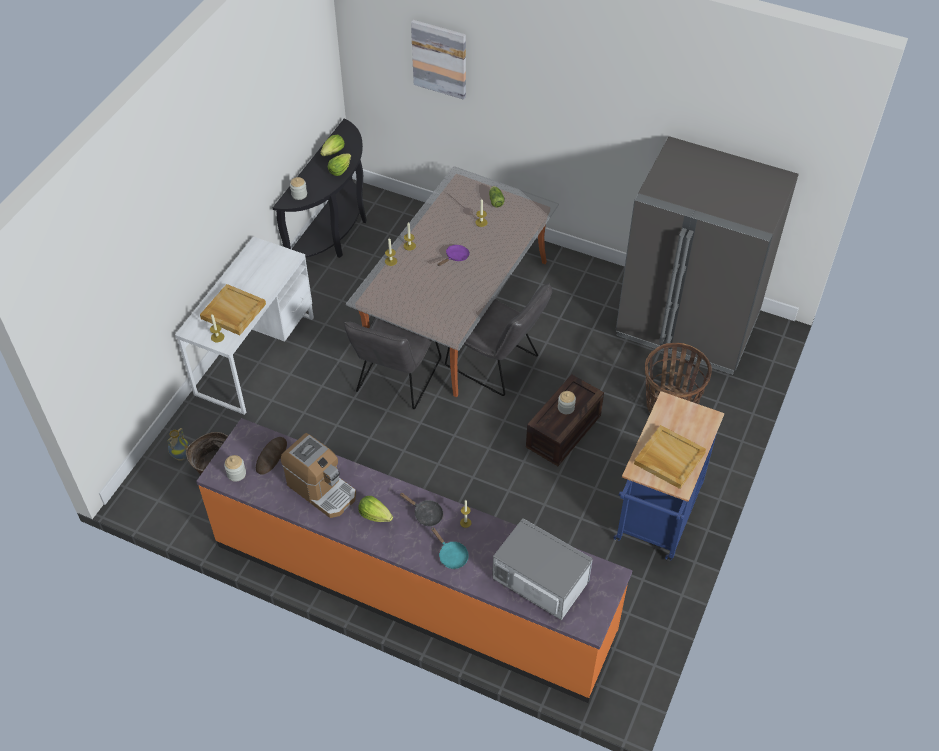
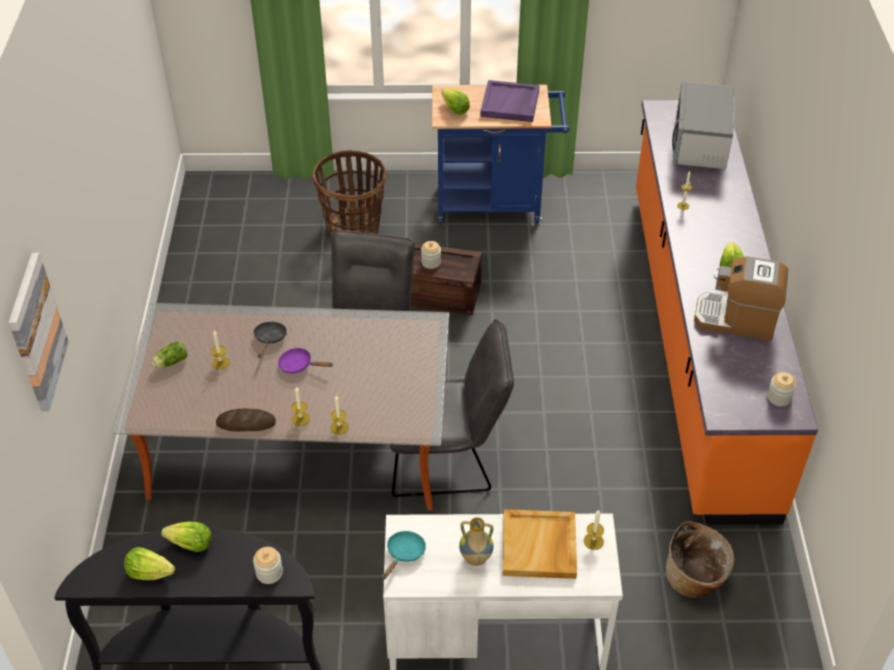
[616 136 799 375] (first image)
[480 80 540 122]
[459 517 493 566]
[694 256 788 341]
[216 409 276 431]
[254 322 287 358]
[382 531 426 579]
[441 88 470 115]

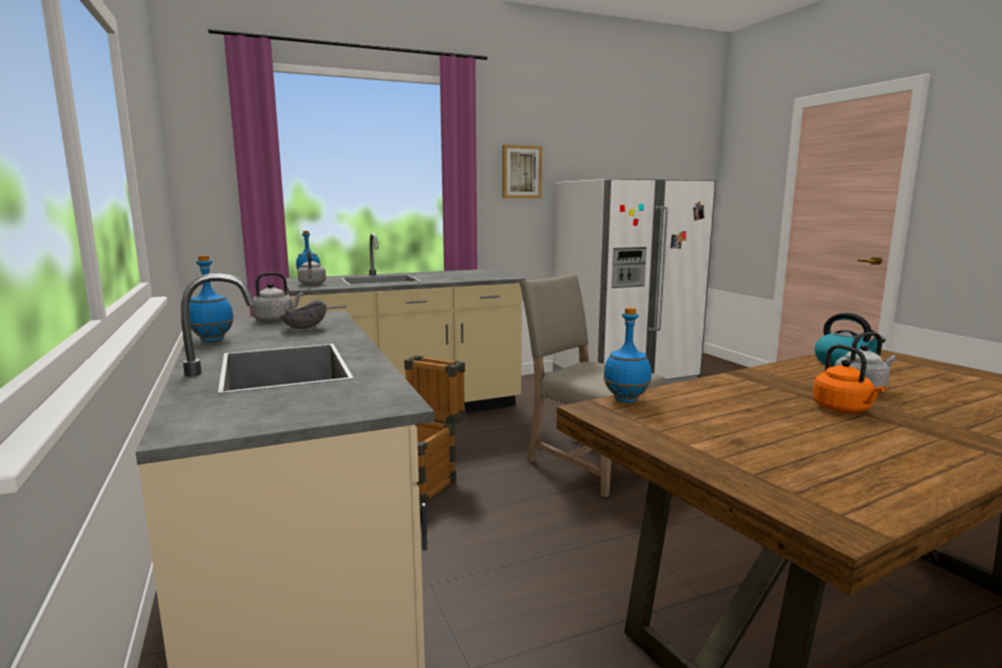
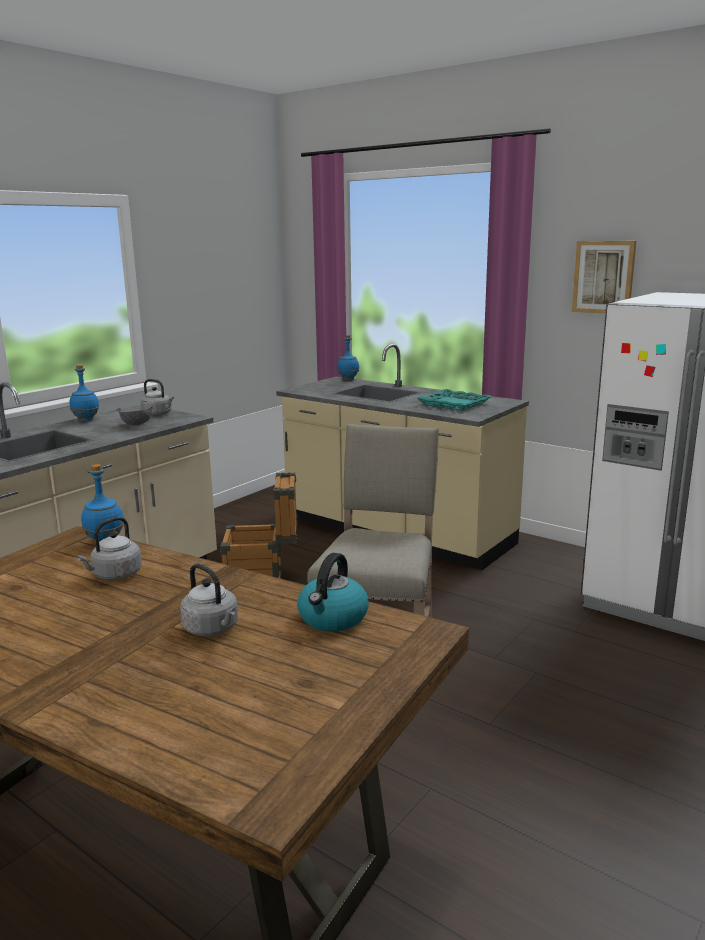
[76 517 142 580]
[813 344 885 413] (first image)
[417 389 492 411]

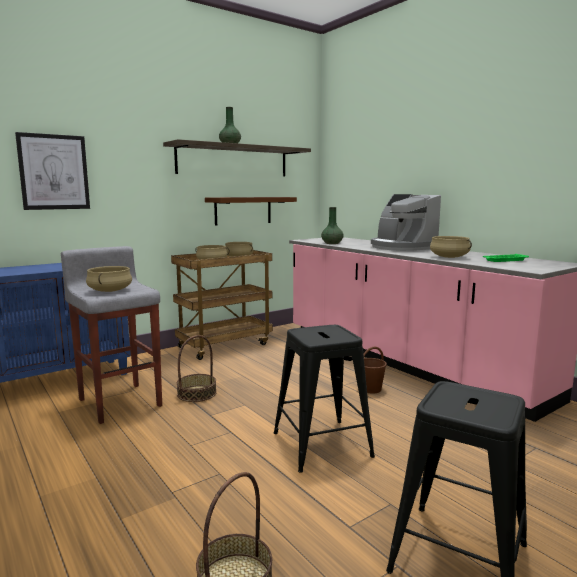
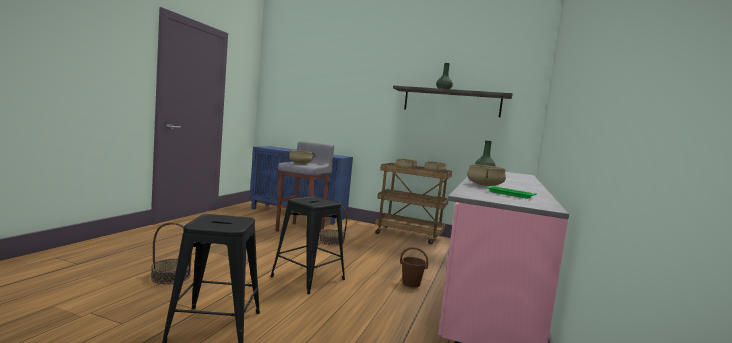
[15 132 90 210] (first image)
[371 194 441 251] (first image)
[205 197 297 226] (first image)

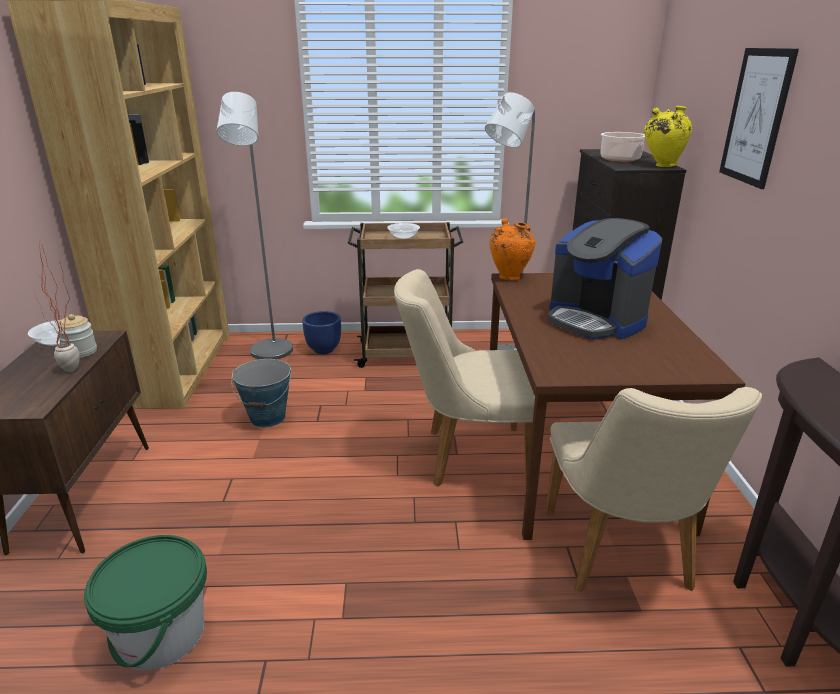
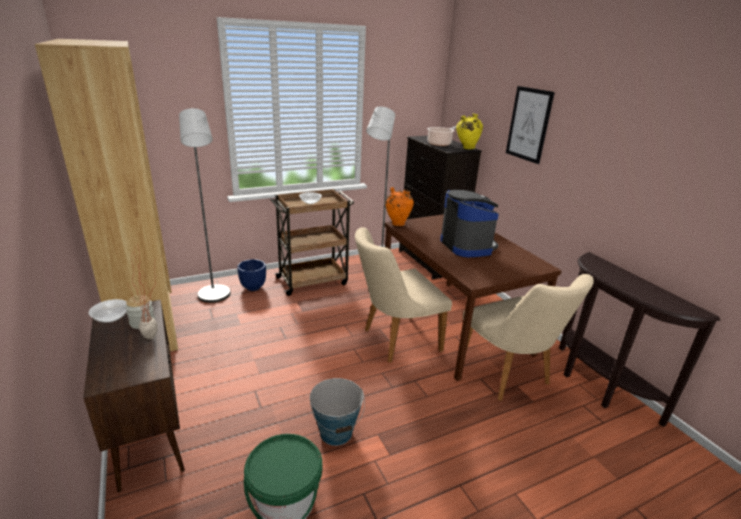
[440 190 499 257]
[310 378 365 446]

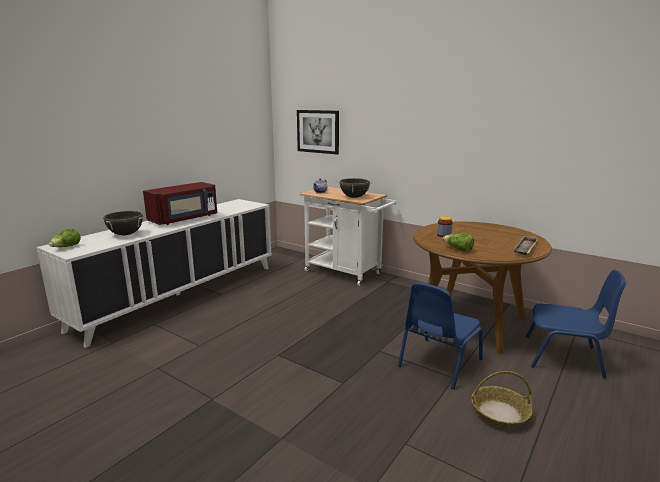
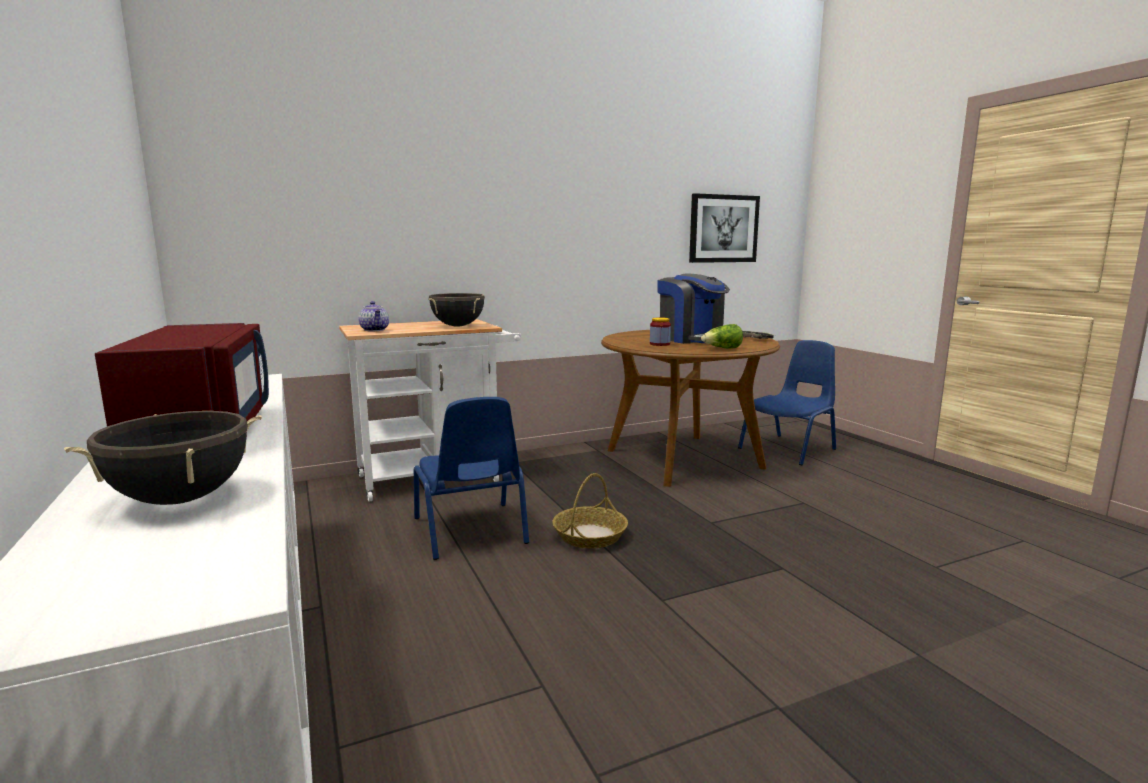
[689 193 760 263]
[49 228 81 247] (first image)
[414 397 529 560]
[552 473 628 549]
[657 274 730 344]

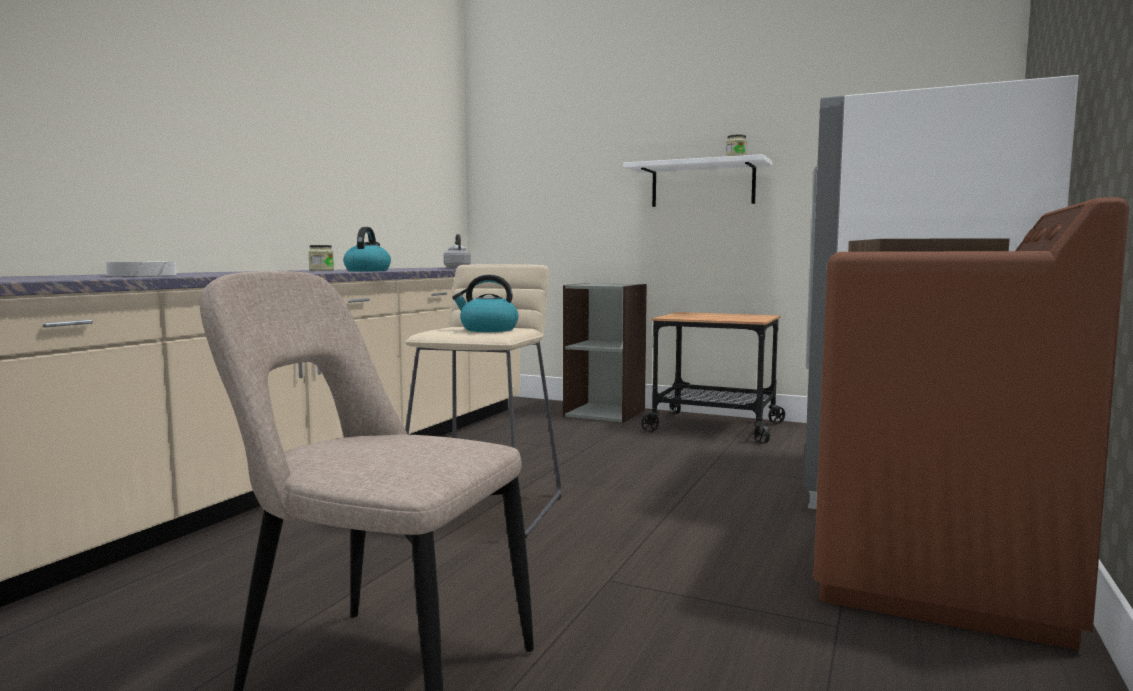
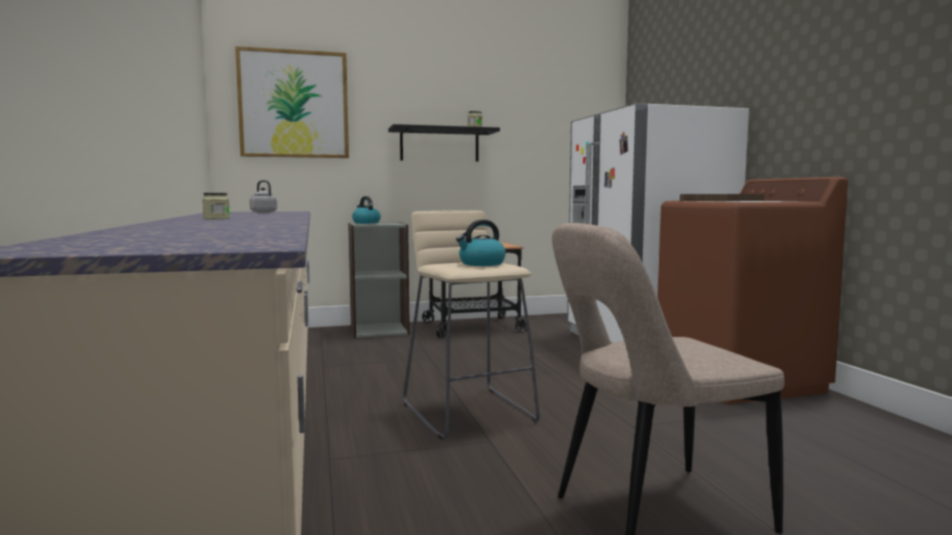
[388 124 500 162]
[352 196 381 224]
[105 261 179 277] (first image)
[235 46 349 158]

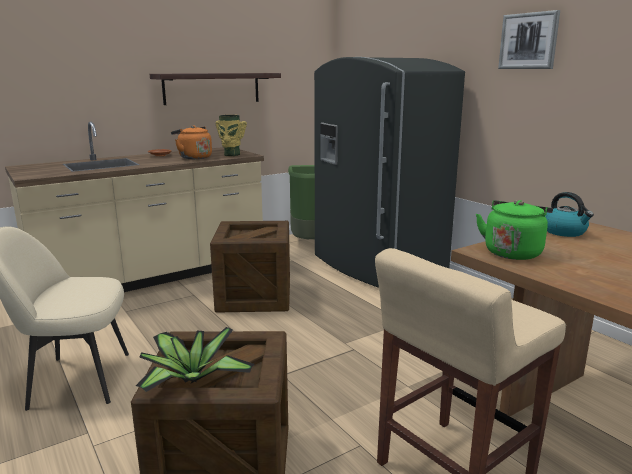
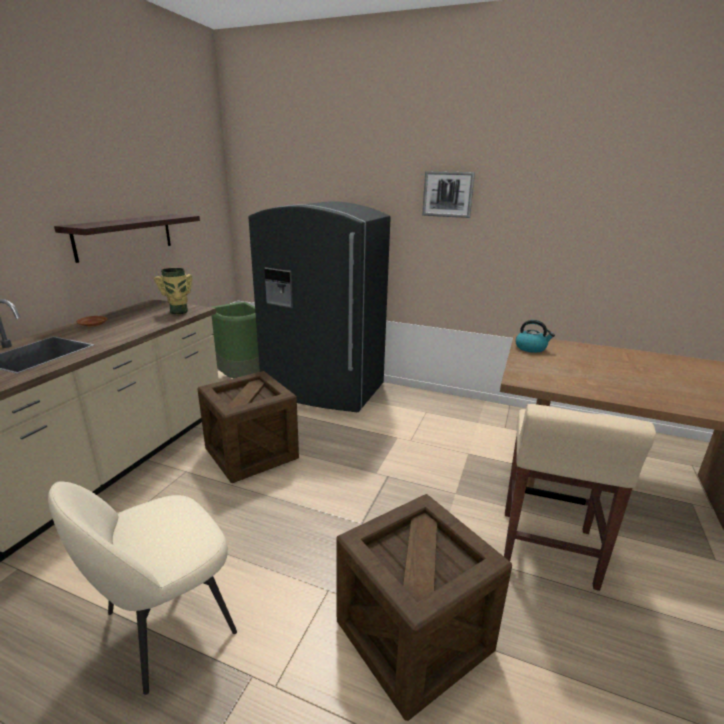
[171 125 212 159] (first image)
[476 200 553 260] (first image)
[136 327 255 392] (first image)

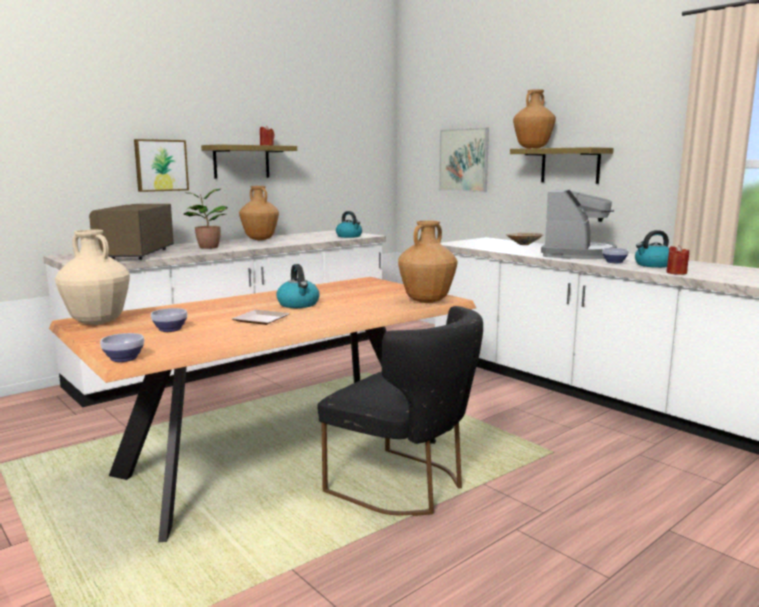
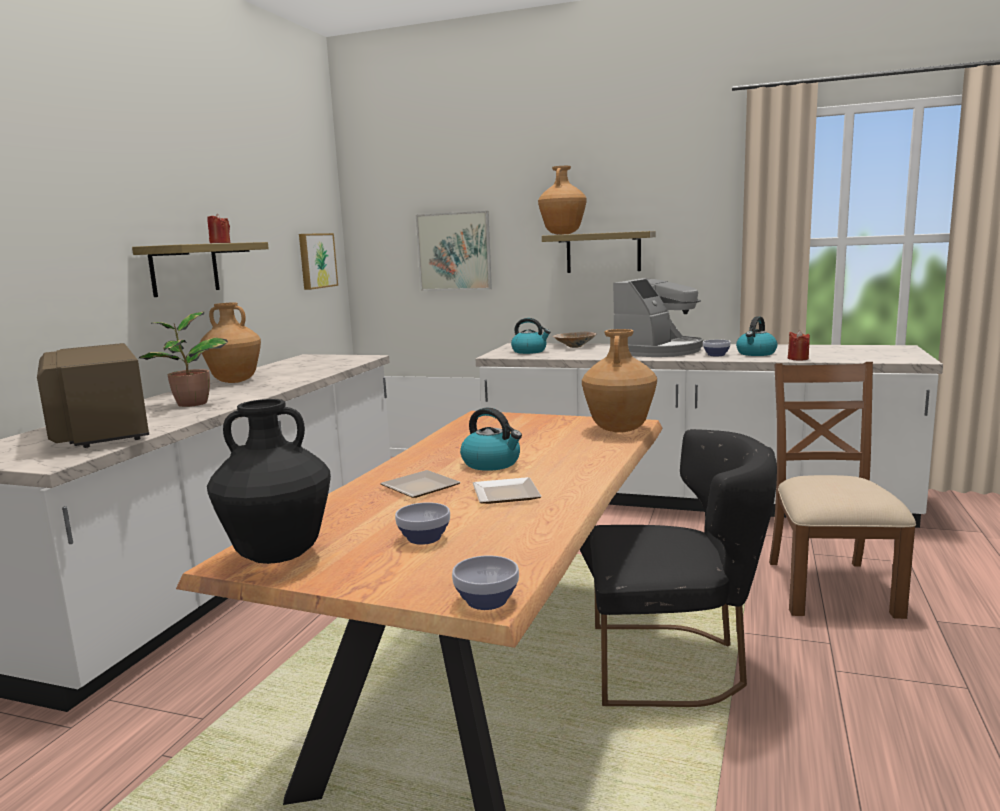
[299 233 338 290]
[613 278 703 357]
[511 318 551 354]
[207 399 331 564]
[769 362 916 619]
[380 470 461 498]

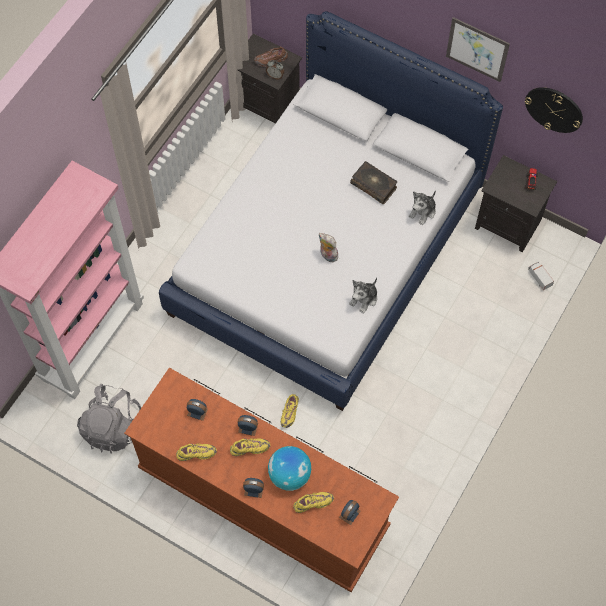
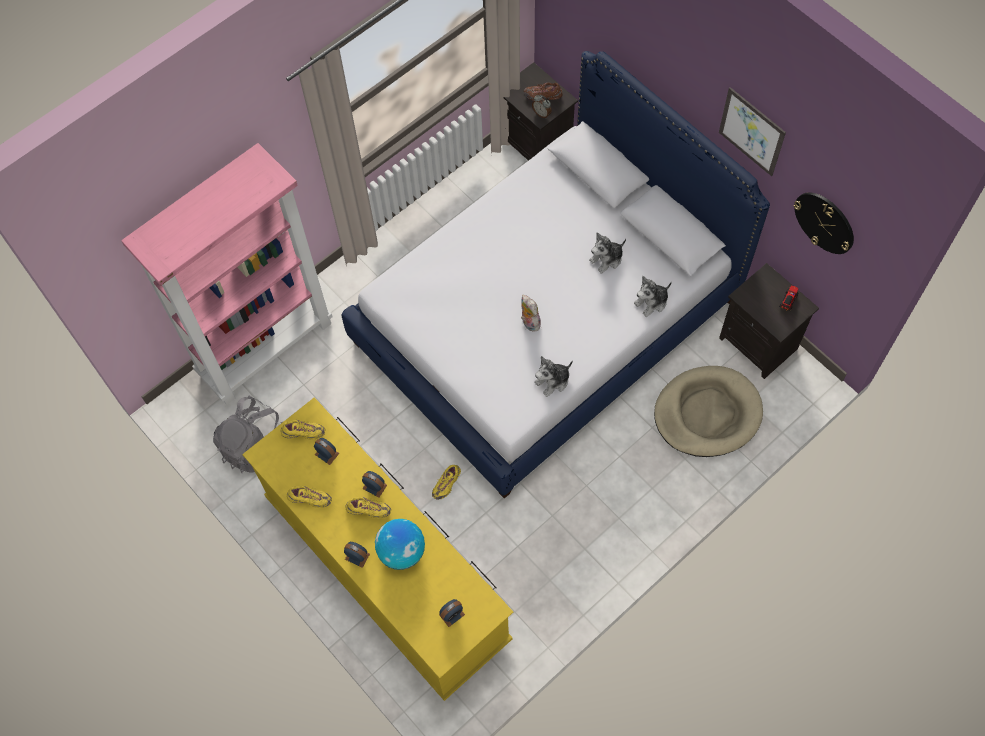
[589 232 626 274]
[528 262 554 290] (first image)
[242 398 513 701]
[281 420 325 440]
[654 366 763 457]

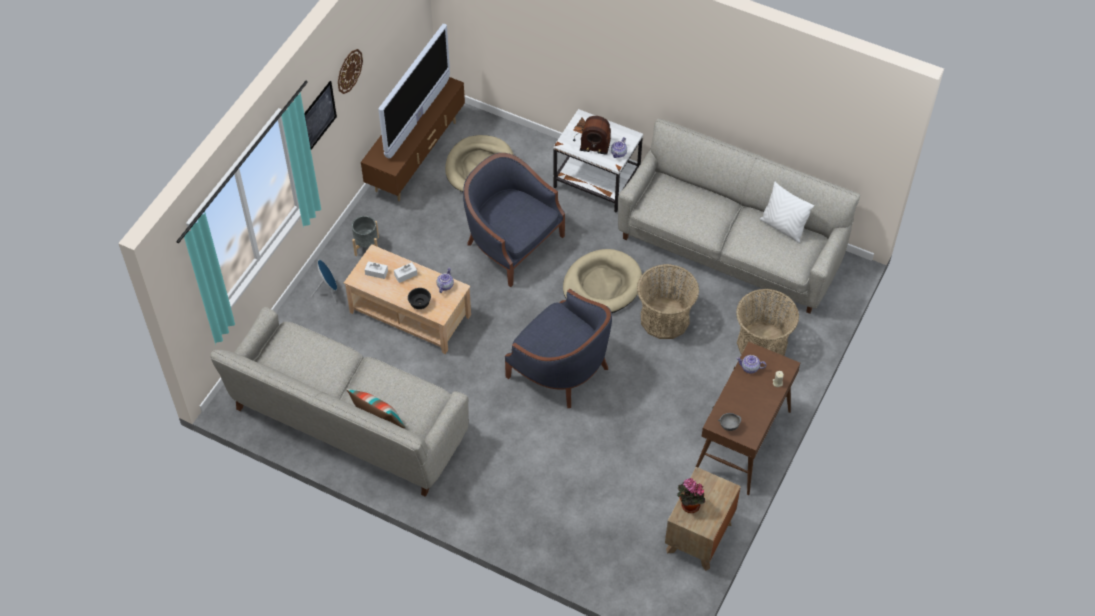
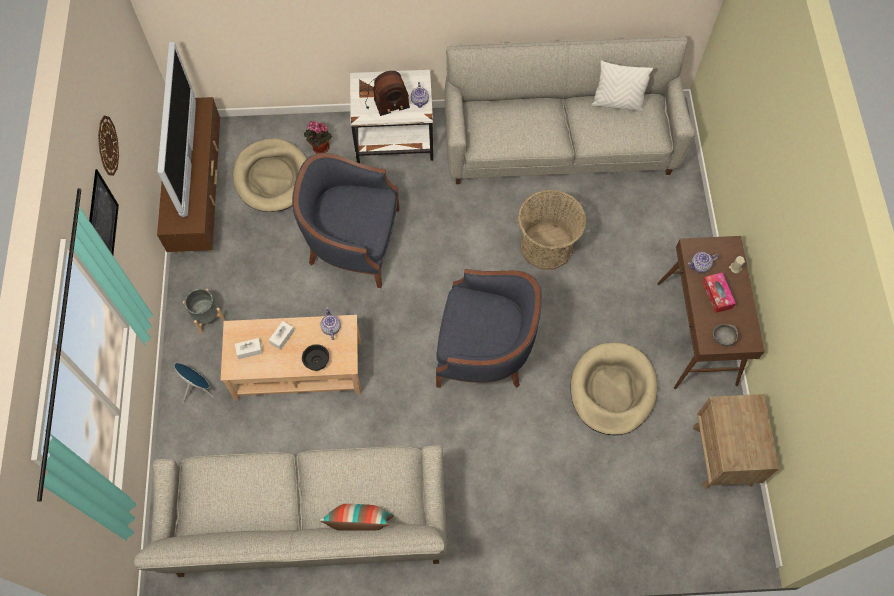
[570 343 657 435]
[736 289 799 356] (first image)
[304 121 332 154]
[702 273 736 313]

